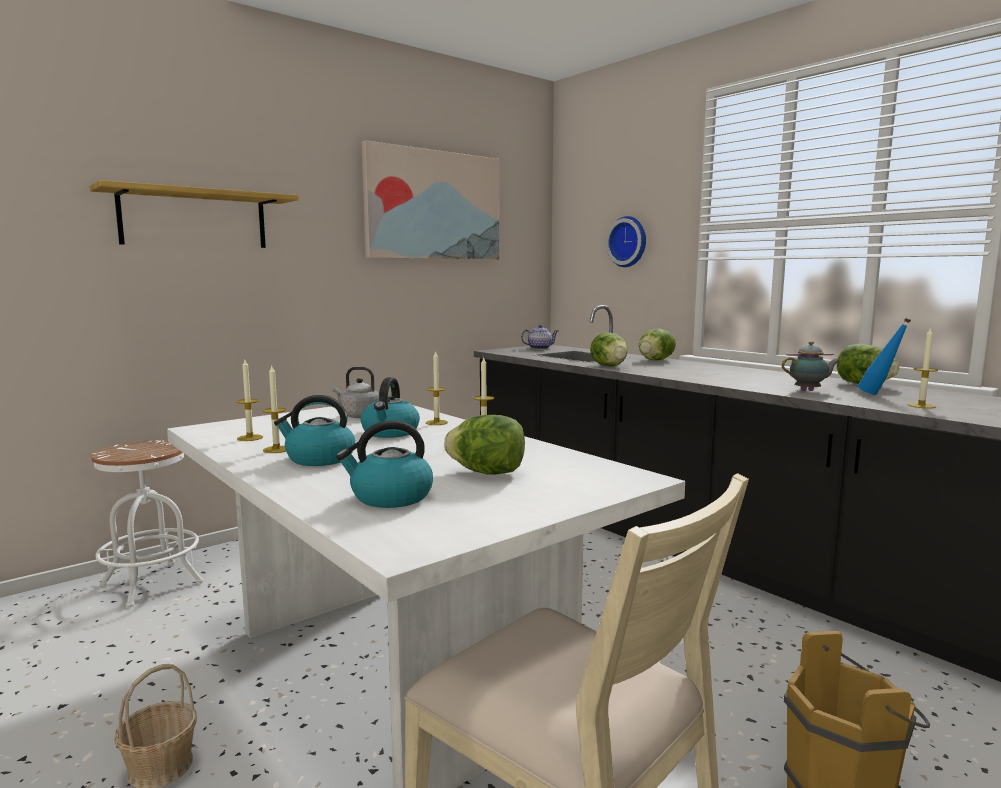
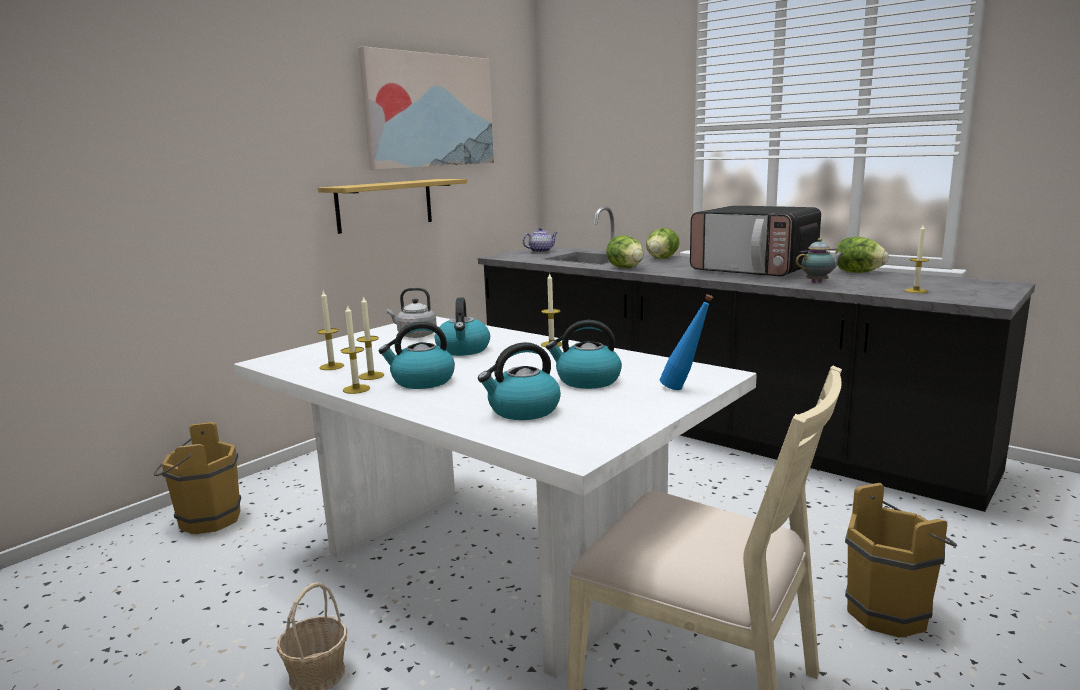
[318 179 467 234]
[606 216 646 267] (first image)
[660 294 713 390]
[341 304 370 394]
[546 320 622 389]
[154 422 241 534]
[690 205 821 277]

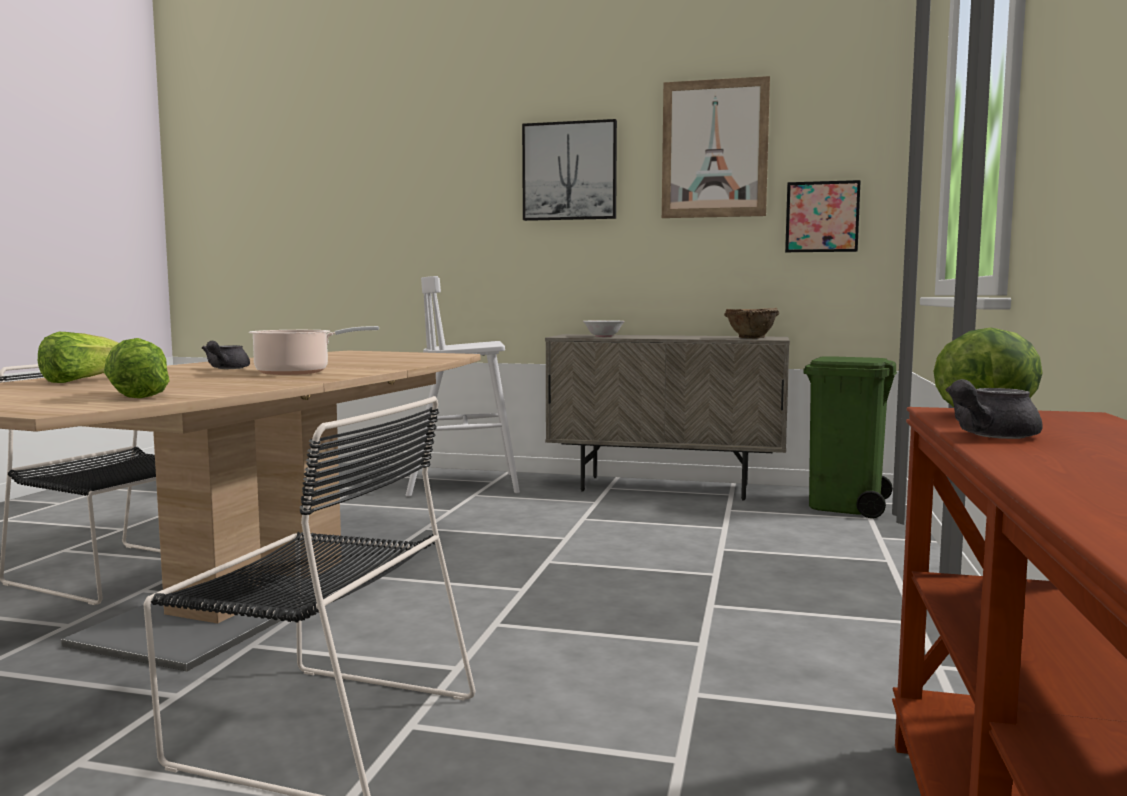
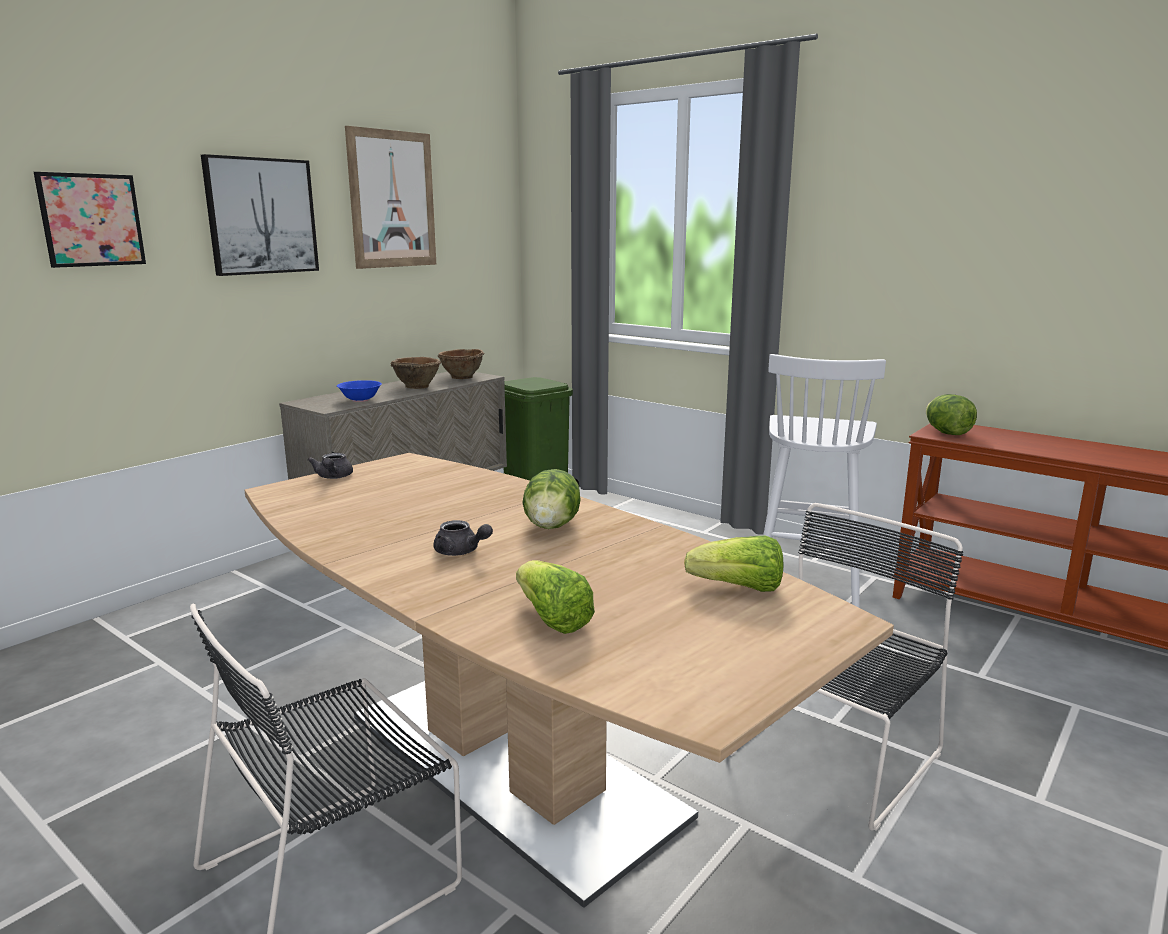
[34 172 146 268]
[763 354 886 608]
[337 380 382 402]
[522 469 580 529]
[307 453 353 479]
[390 357 441 389]

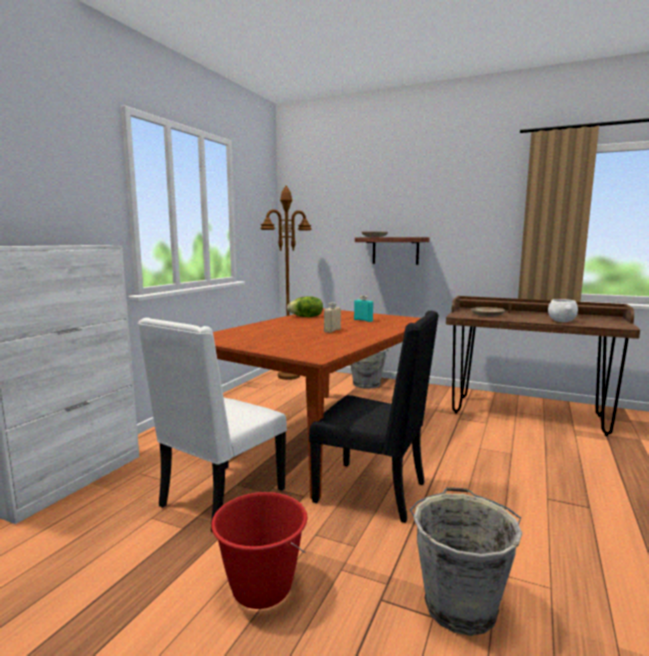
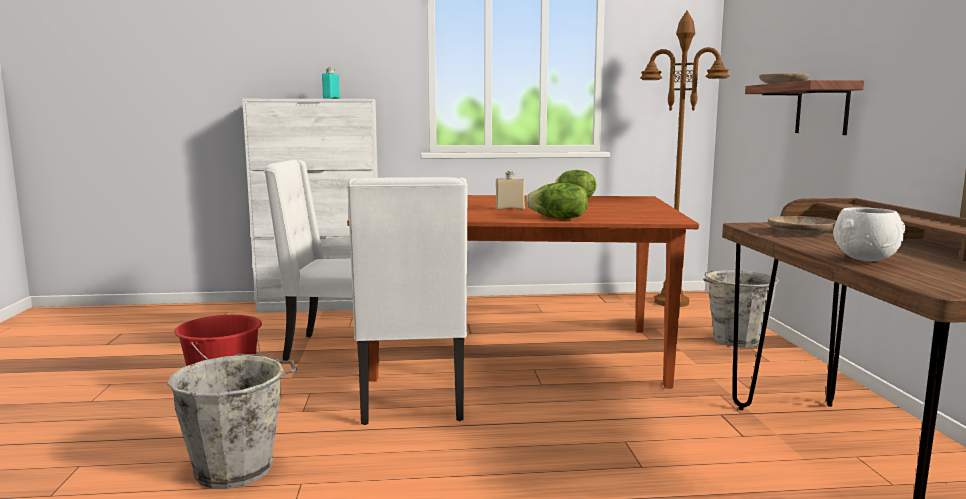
[322 67 340 99]
[347 177 468 425]
[526 183 588 219]

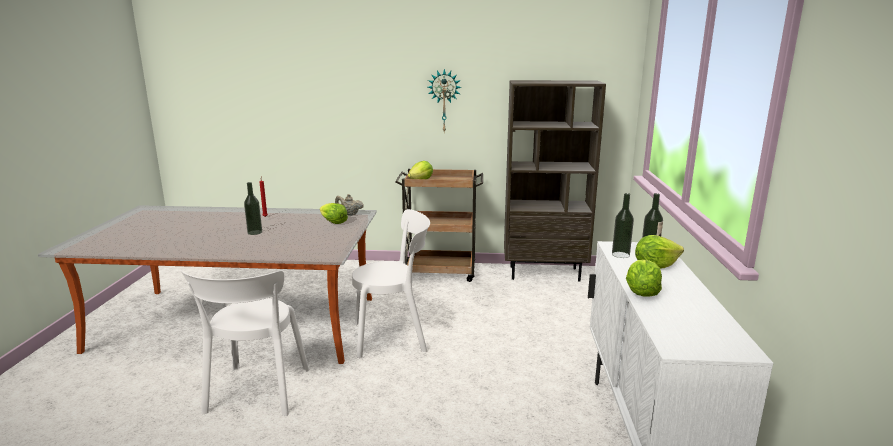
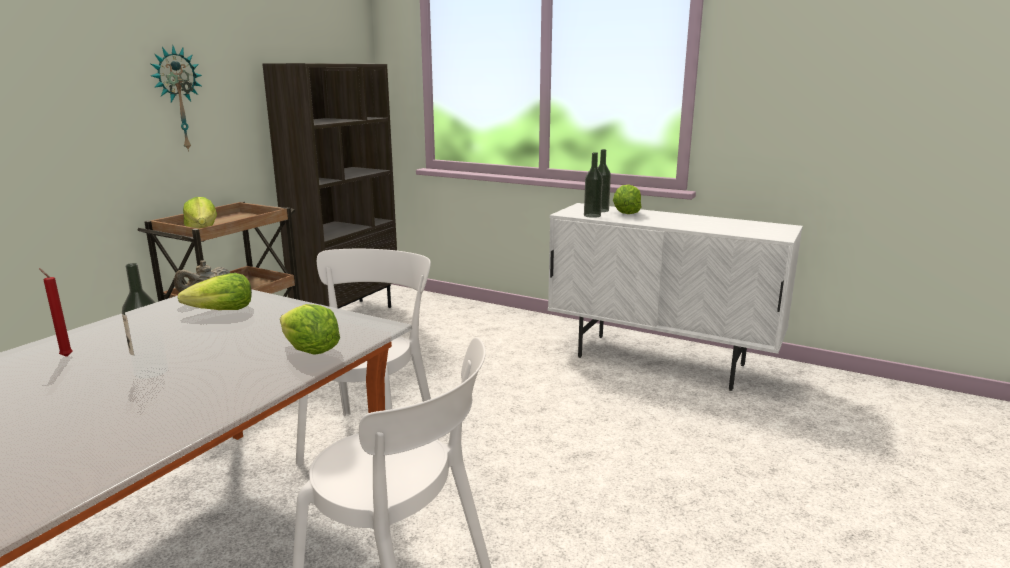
[280 304 340 355]

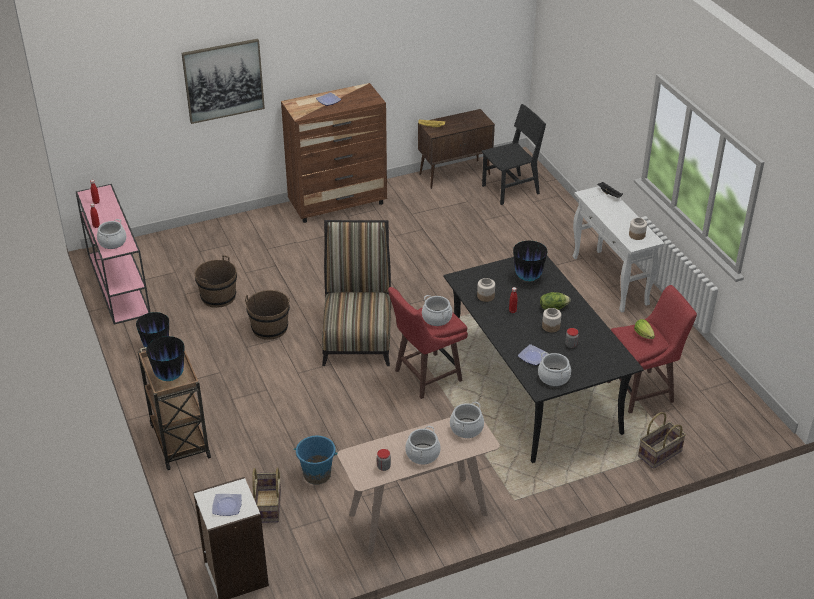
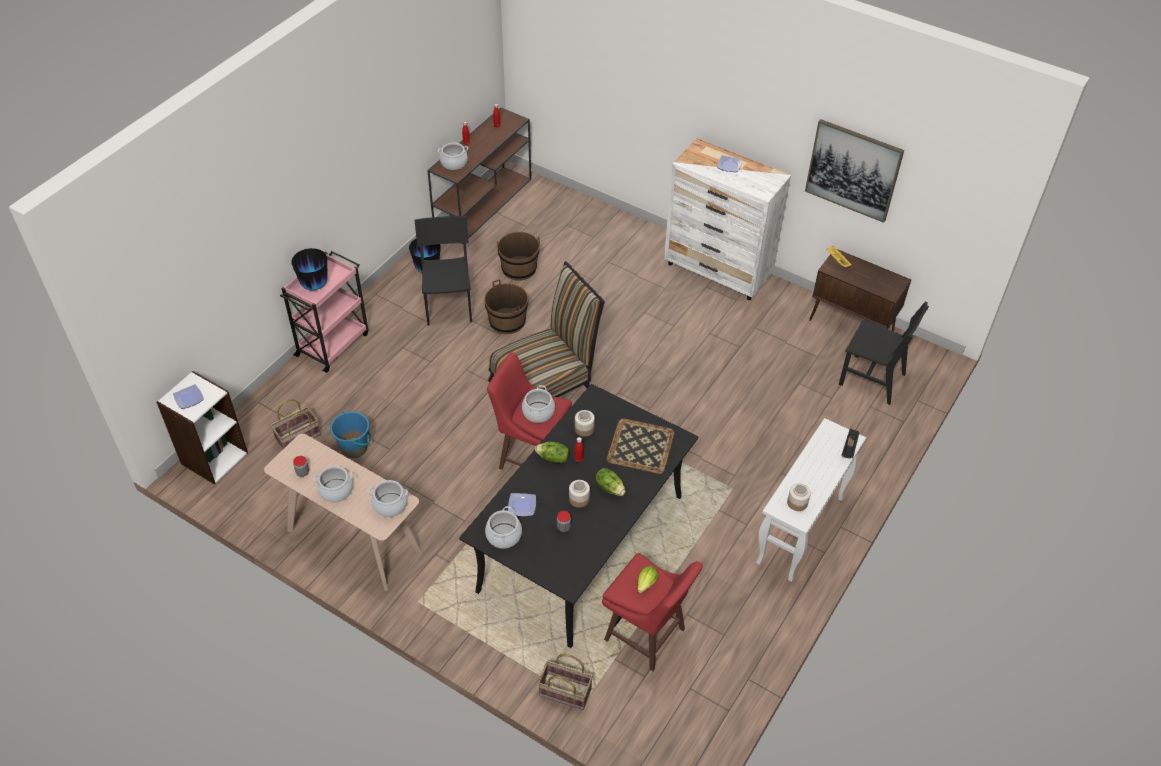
[805 119 904 223]
[664 138 791 300]
[427 107 531 244]
[607 419 675 474]
[280 251 368 373]
[415 216 472 326]
[535 442 569 463]

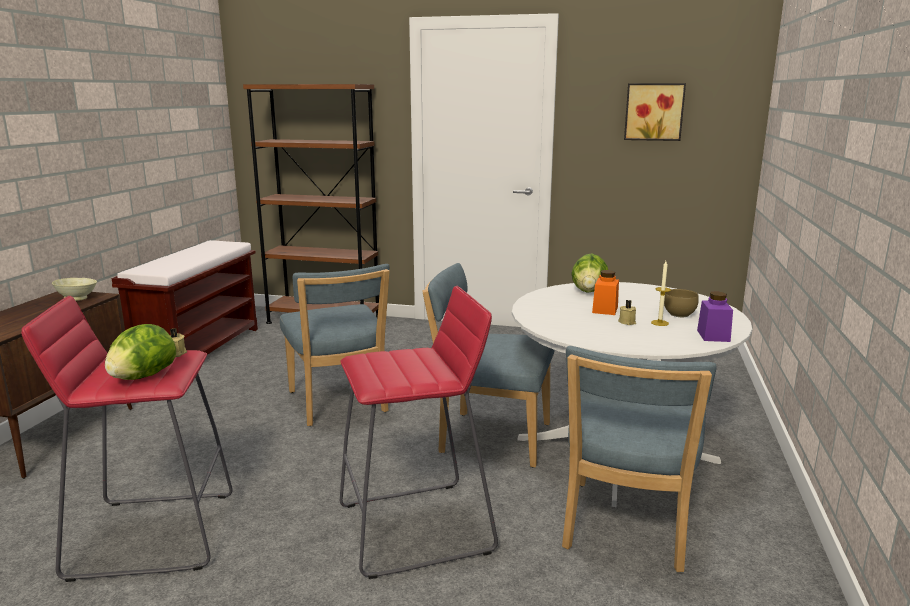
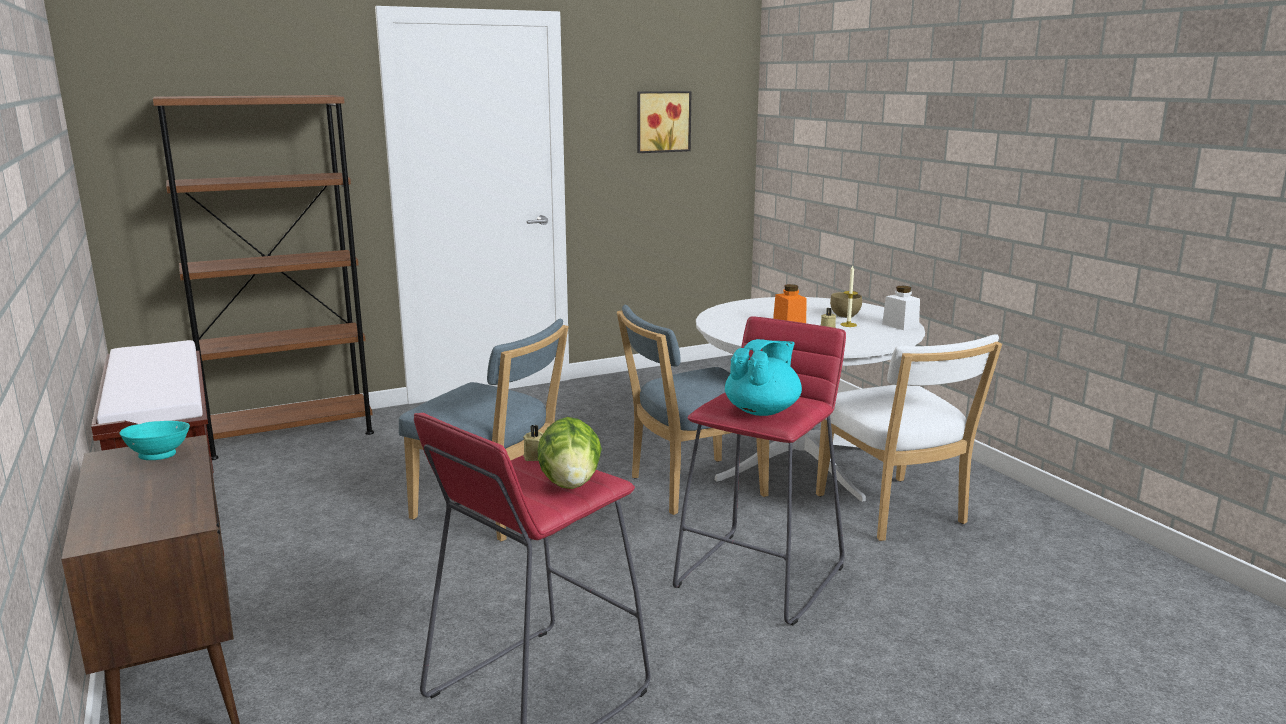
[571 253 608 293] (first image)
[119 421 190 460]
[882 286 920 330]
[816 334 1002 541]
[725 339 802 416]

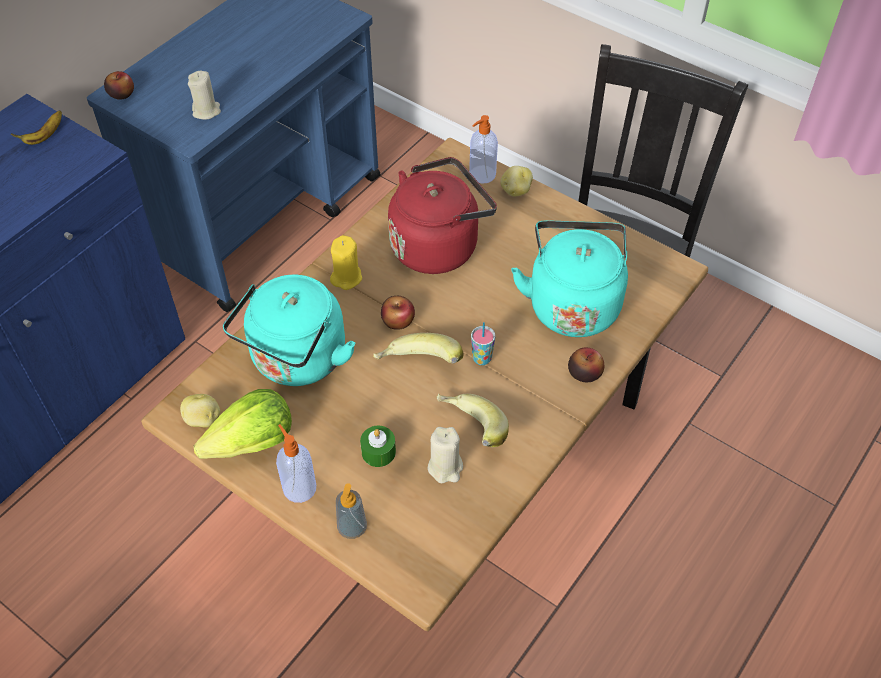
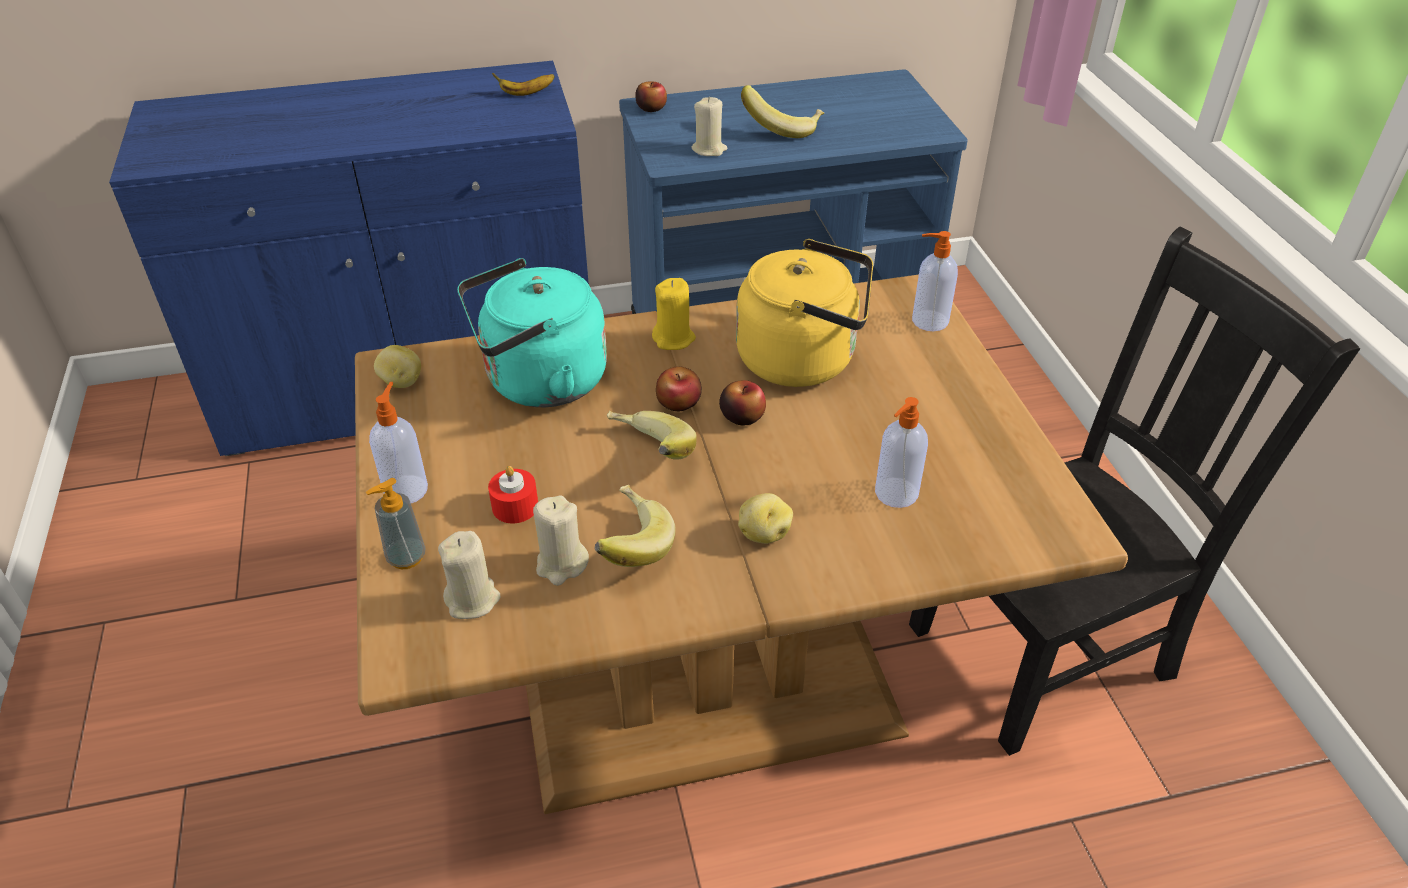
[736 239 873 387]
[738 493 793 544]
[875 397 928 508]
[471 322 495 365] (first image)
[719 380 766 425]
[193 389 292 459] (first image)
[488 466 538 523]
[741 85 824 138]
[438 531 501 619]

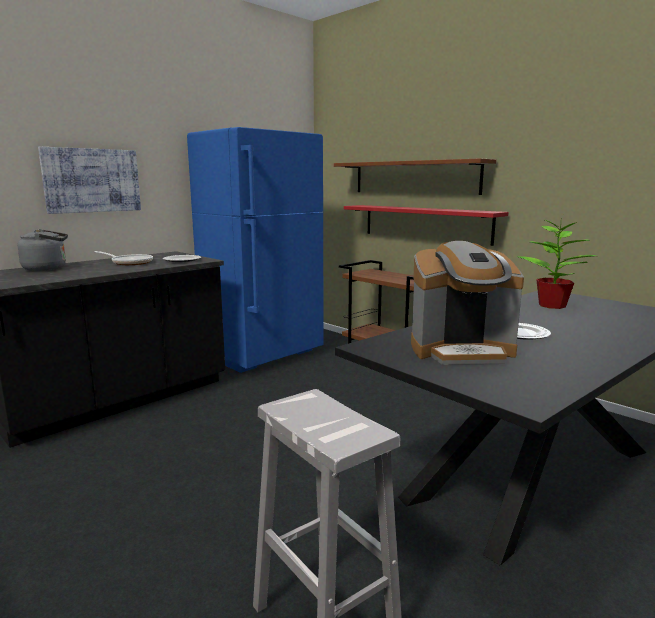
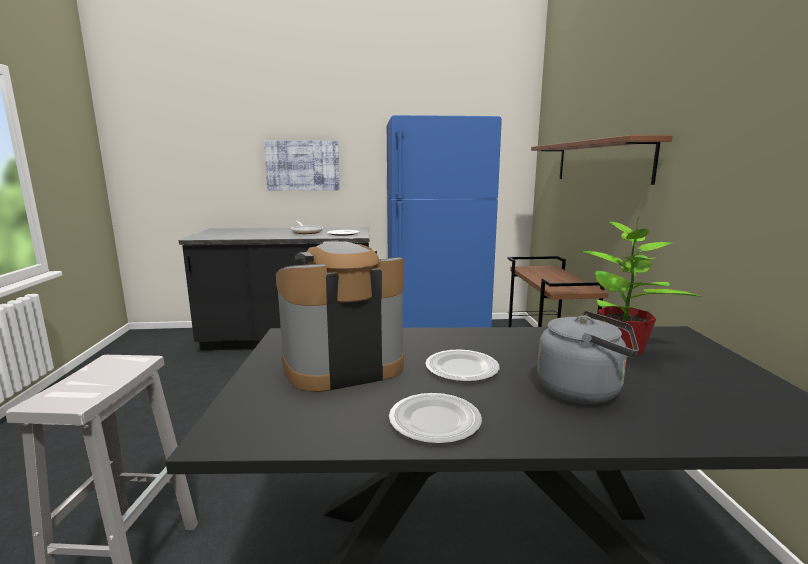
[344 205 509 246] (first image)
[537 311 639 404]
[276 240 404 392]
[389 393 482 444]

